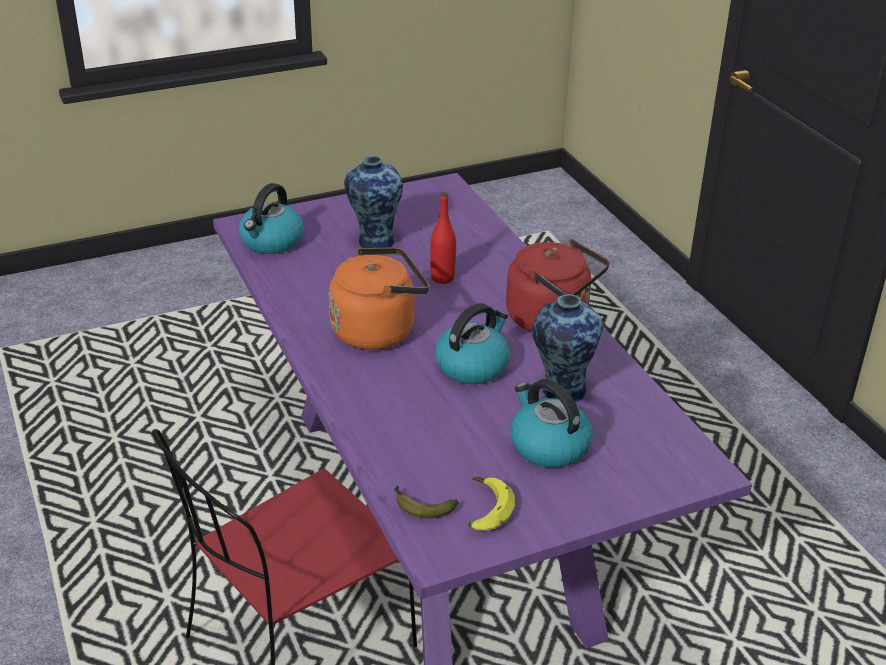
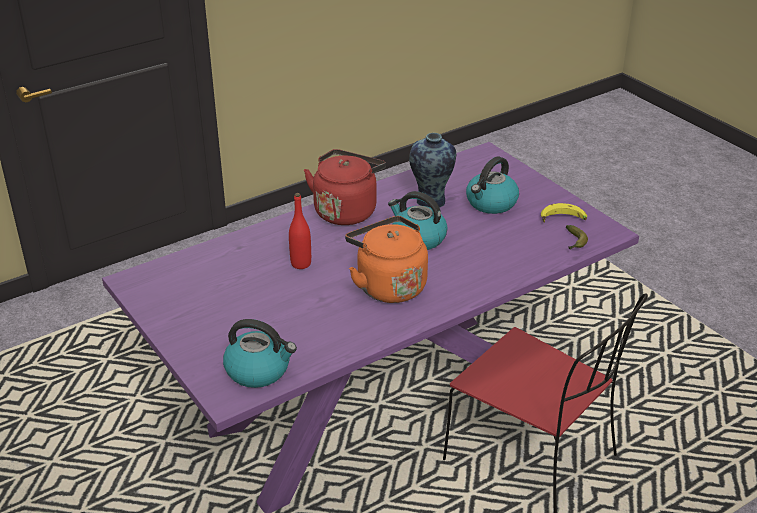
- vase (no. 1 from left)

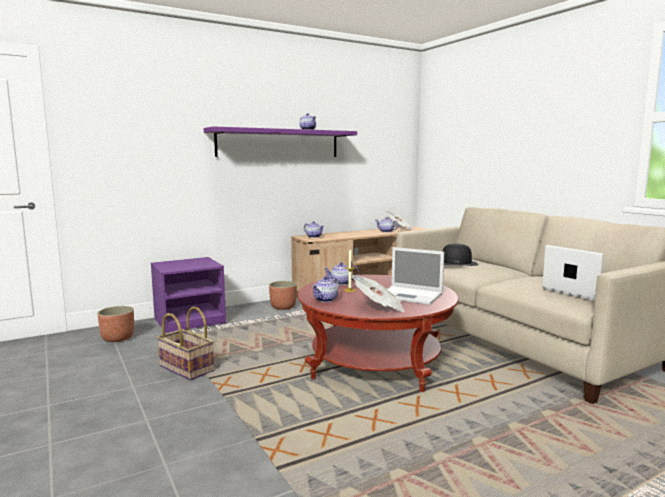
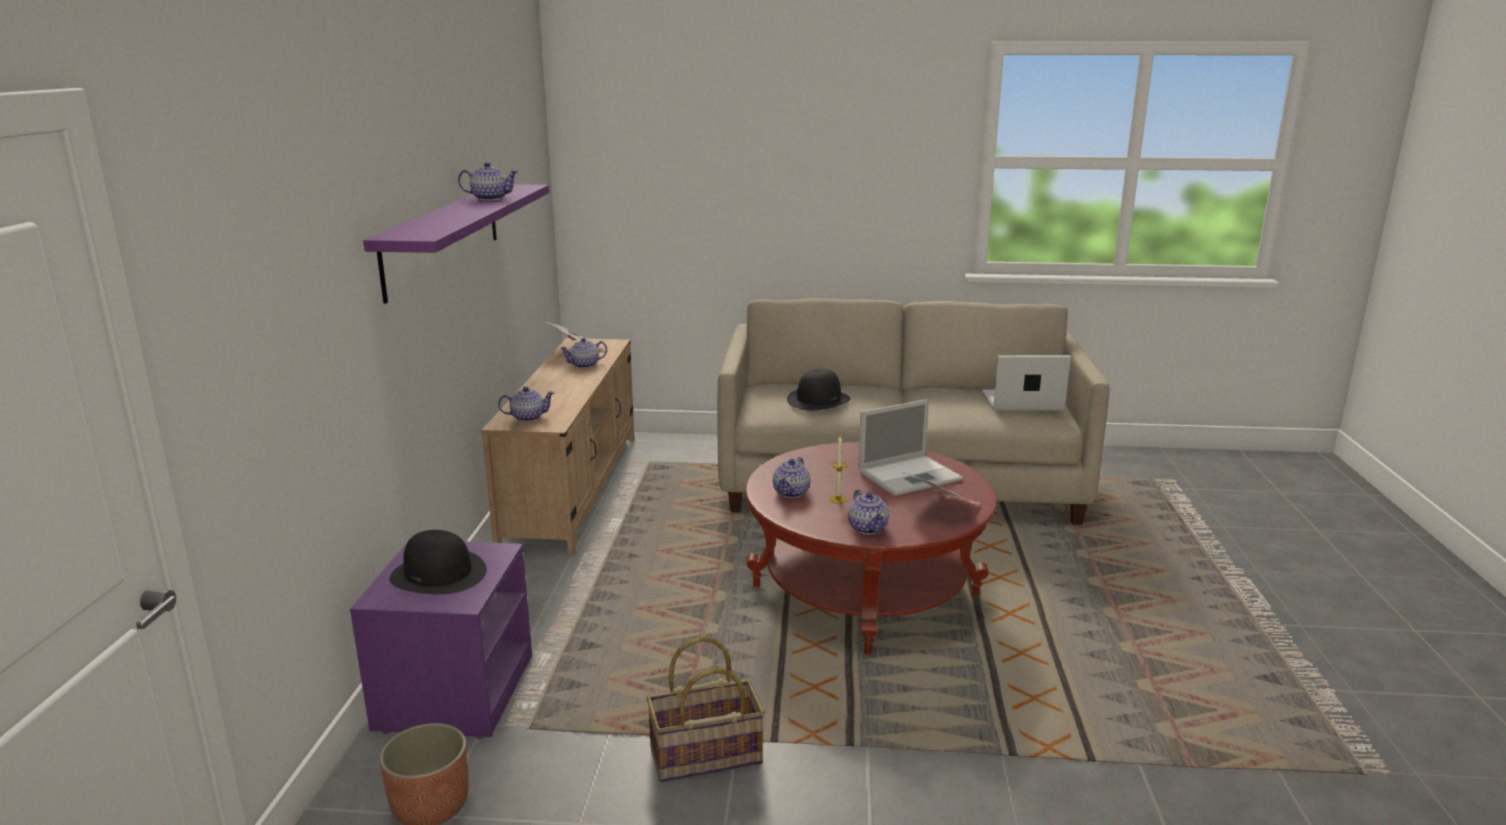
+ black hat (no. 1 from left)
- planter (no. 2 from left)

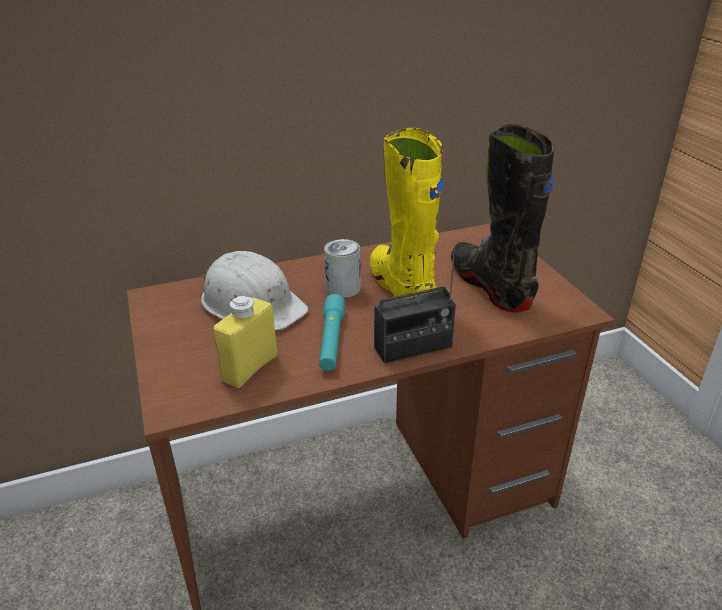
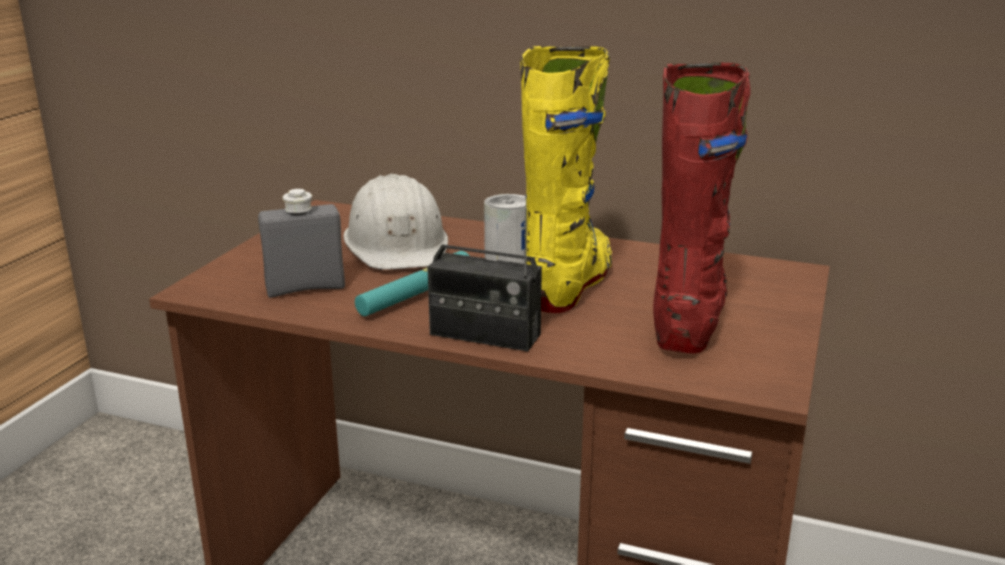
~ yellow bottle to grey bottle
~ black boot to red boot

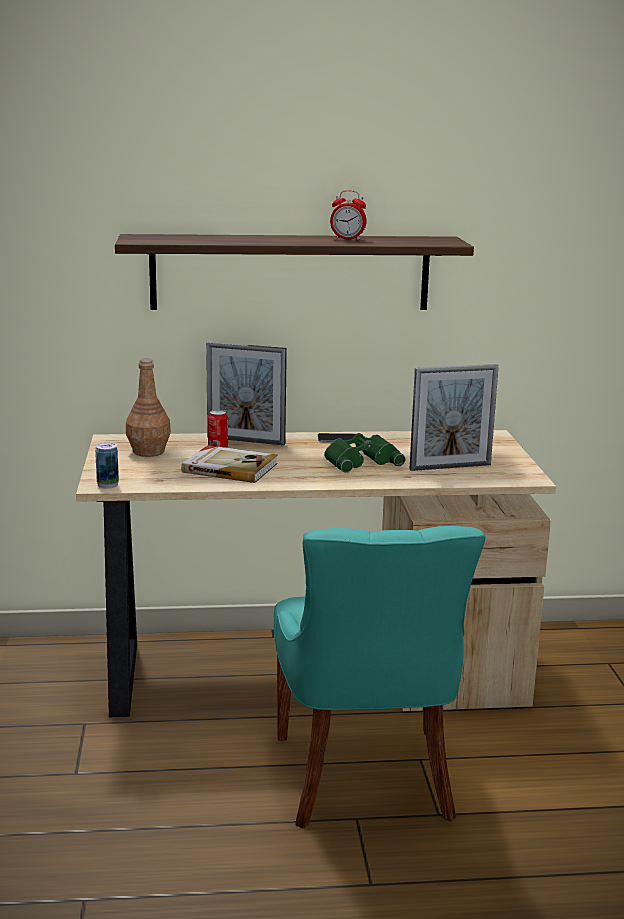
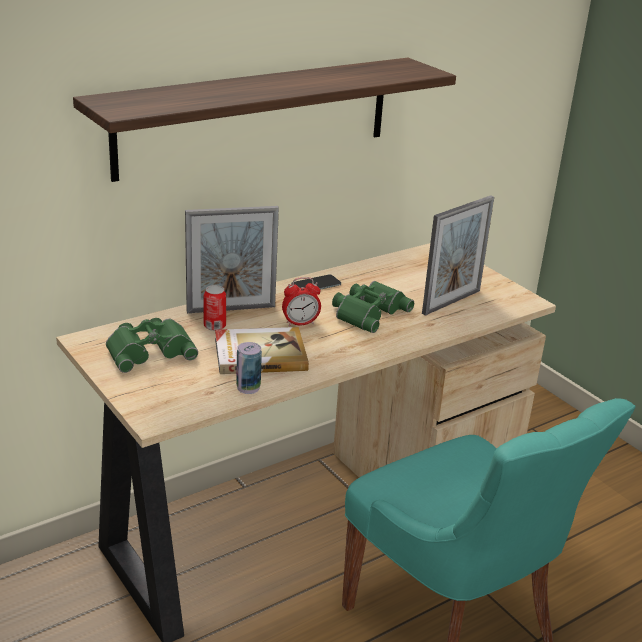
~ brown bottle to green binoculars (no. 1 from left)
~ can (no. 1 from left in the first image) to can (no. 2 from left)
~ alarm clock

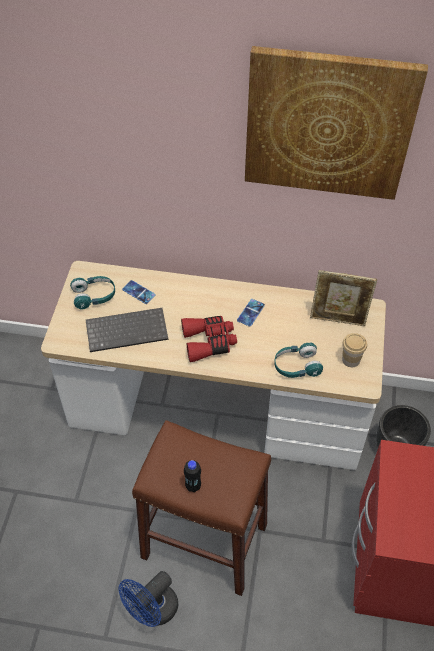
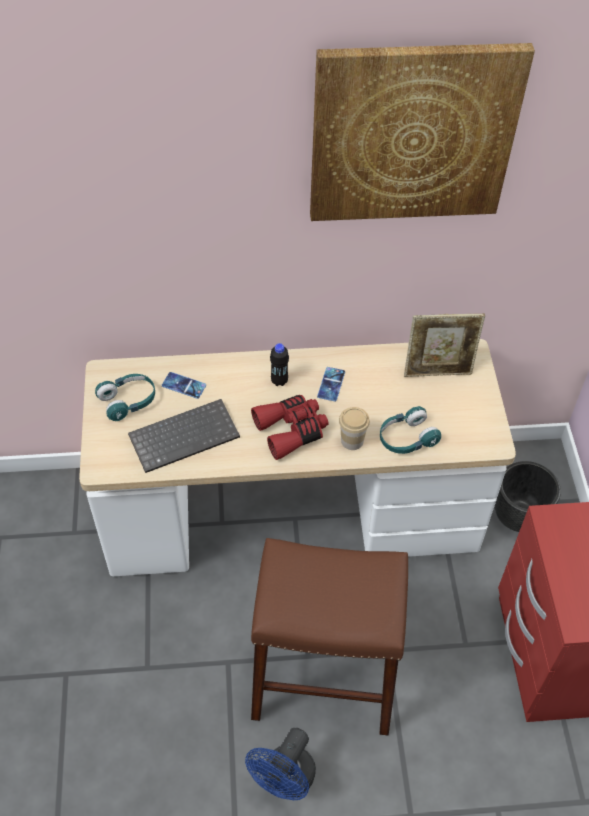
~ black bottle
~ cup

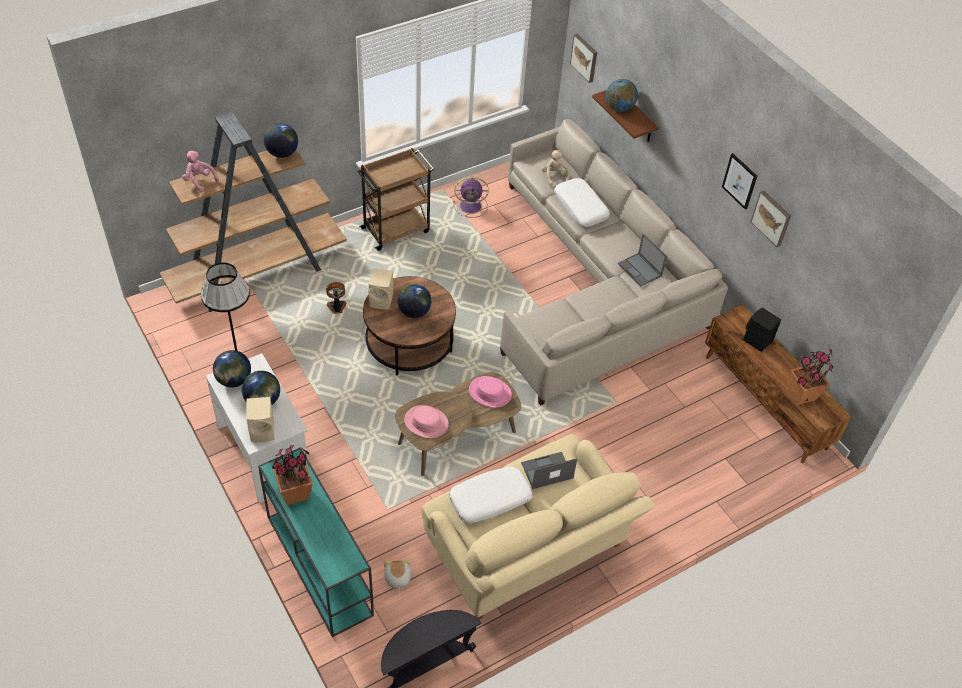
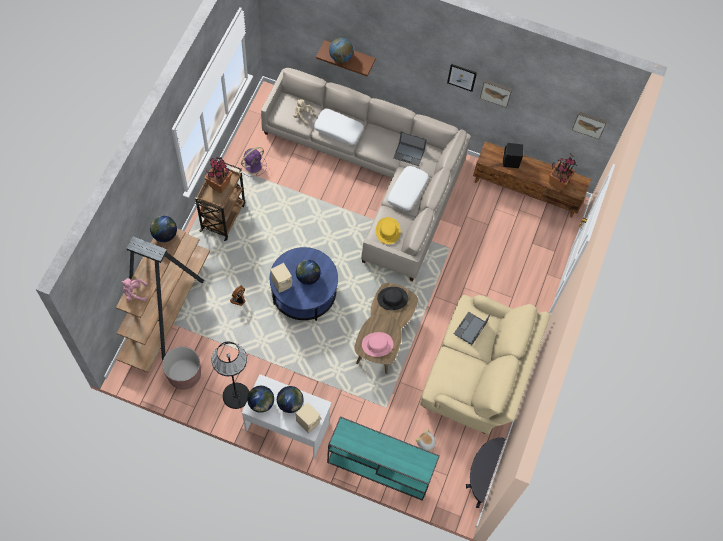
+ brown planter
~ potted plant (no. 1 from left)
~ brown coffee table (no. 1 from left) to blue coffee table
+ yellow hat
~ pink hat (no. 2 from left) to black hat
~ white pillow (no. 1 from left in the first image) to white pillow (no. 2 from left)
~ picture (no. 1 from left in the first image) to picture (no. 3 from left)

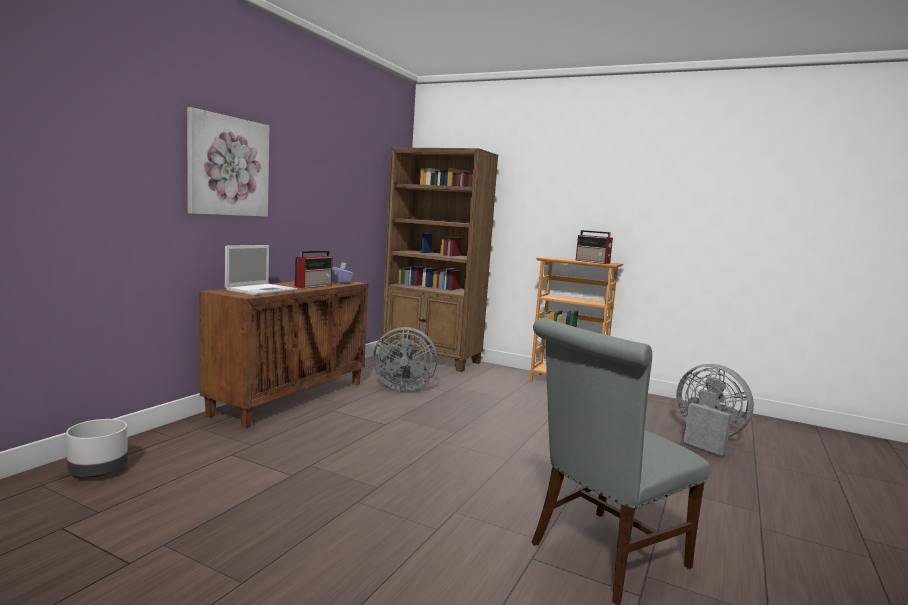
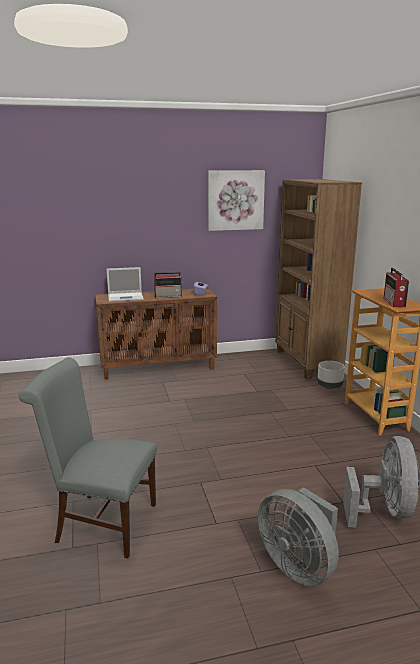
~ picture
~ grey fan (no. 1 from left)
~ grey planter

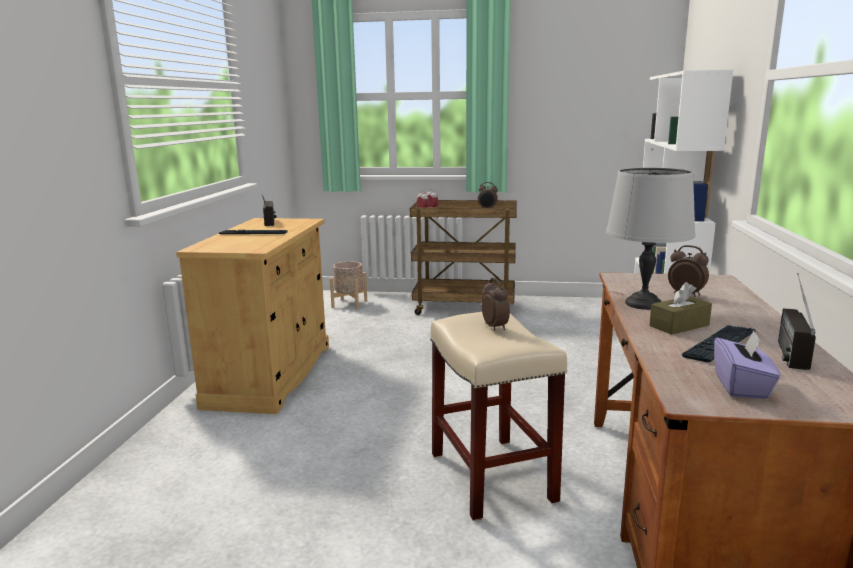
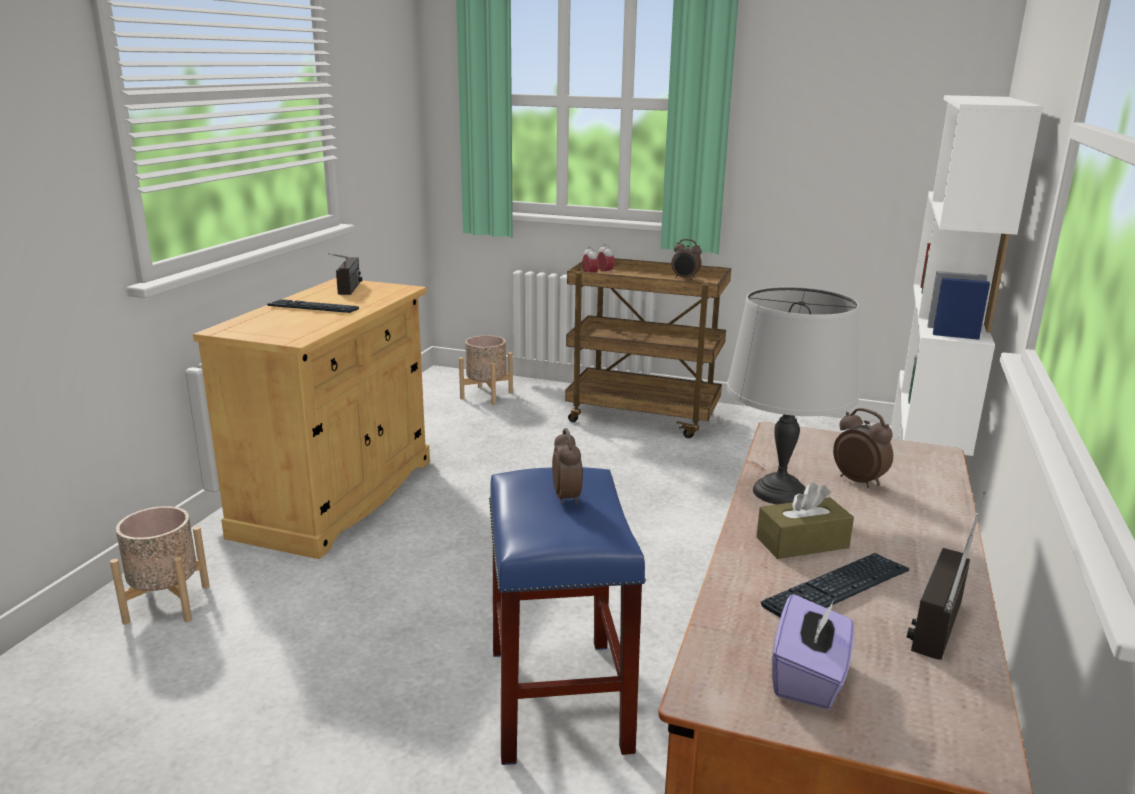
+ beige planter (no. 1 from left)
~ beige stool to blue stool

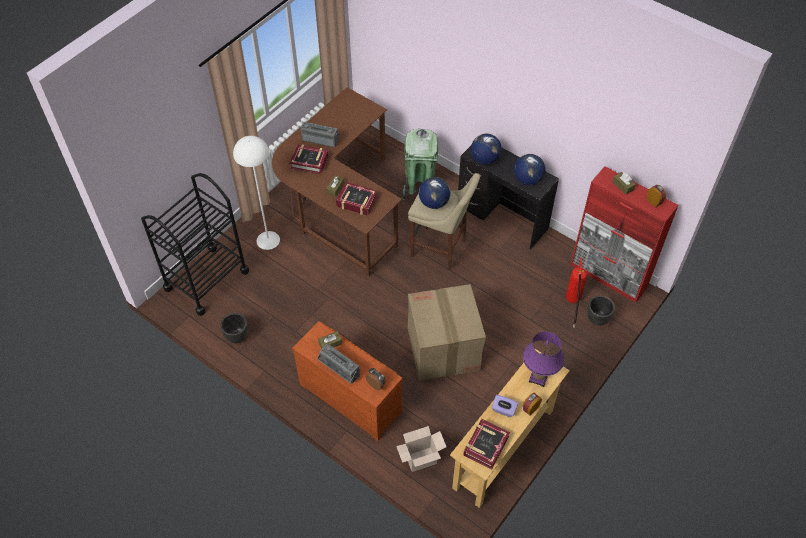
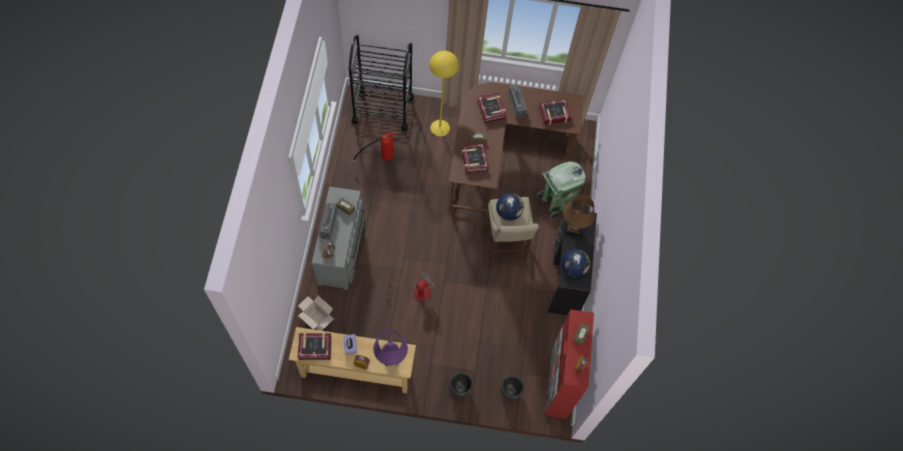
~ brown dresser to grey dresser
~ fire extinguisher
~ cardboard box (no. 2 from left) to fan
~ white floor lamp to yellow floor lamp
~ black planter (no. 1 from left)
+ book (no. 4 from left)
~ globe (no. 2 from left) to brown table lamp

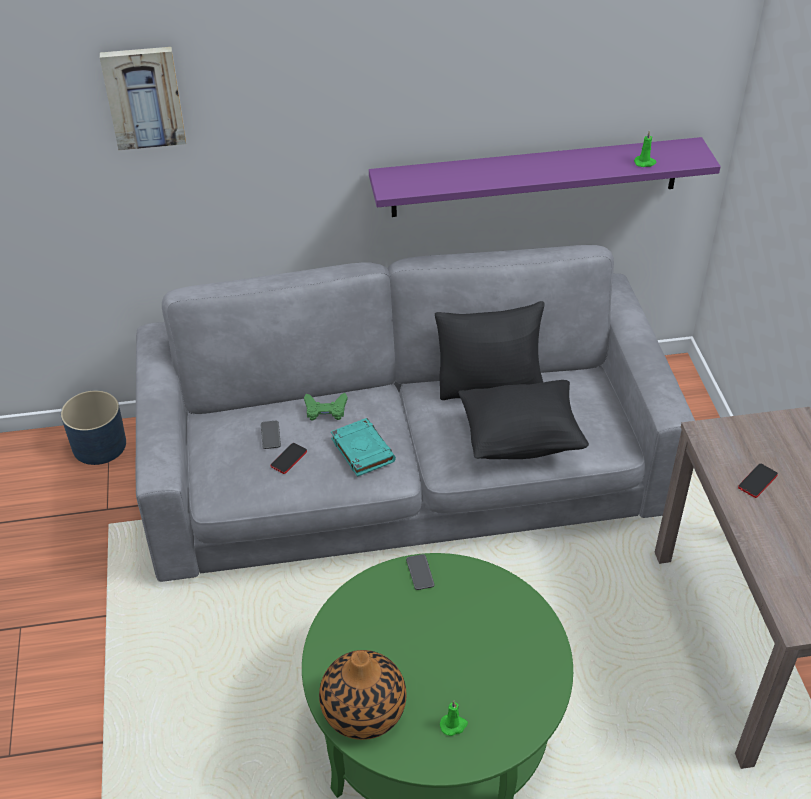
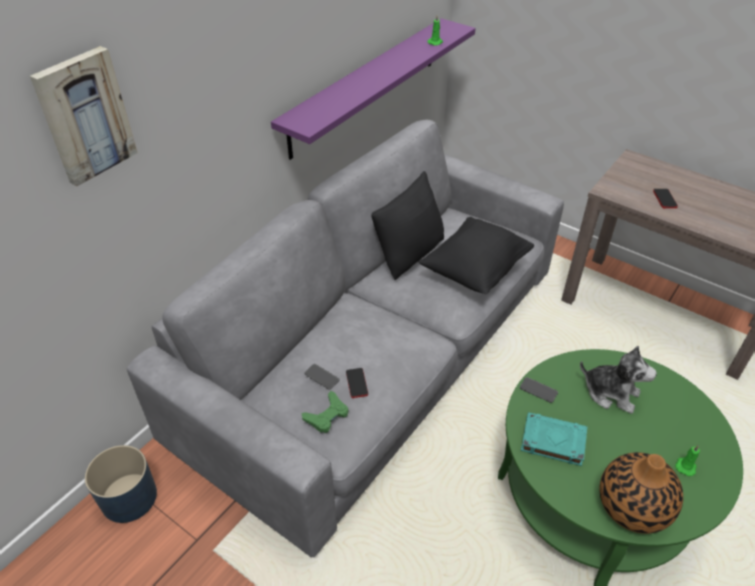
~ green game controller
~ turquoise book
+ plush toy

